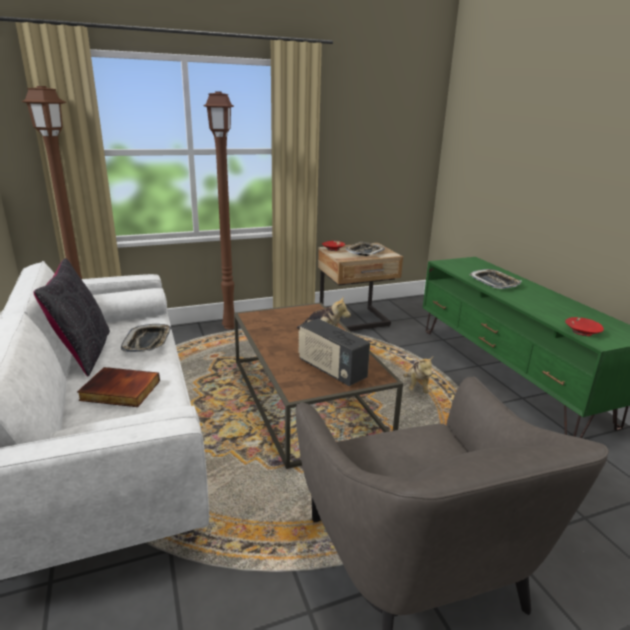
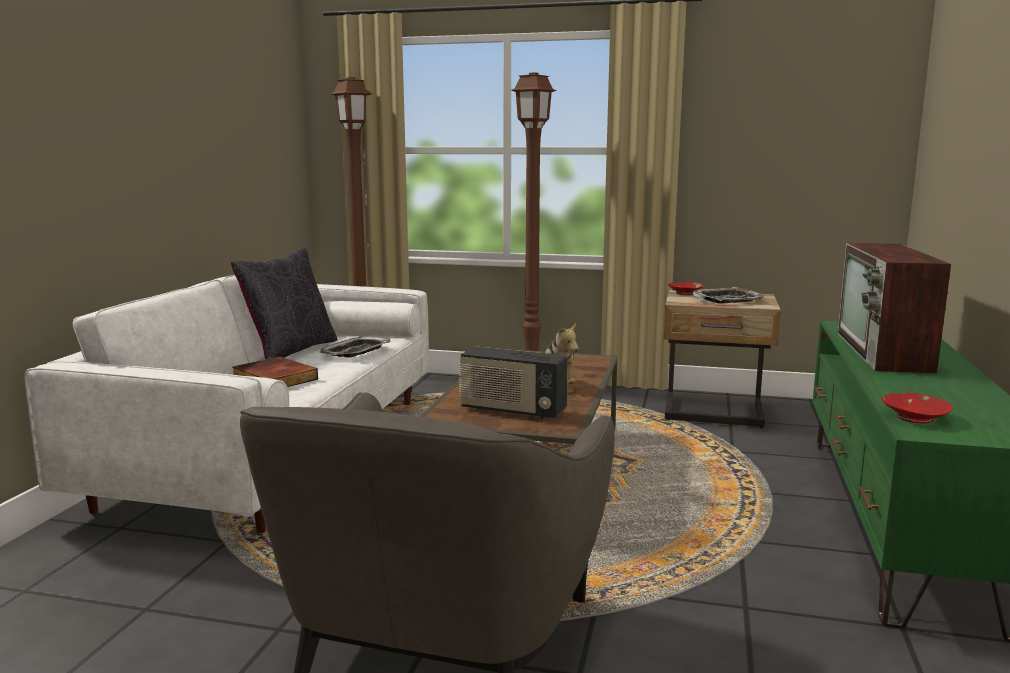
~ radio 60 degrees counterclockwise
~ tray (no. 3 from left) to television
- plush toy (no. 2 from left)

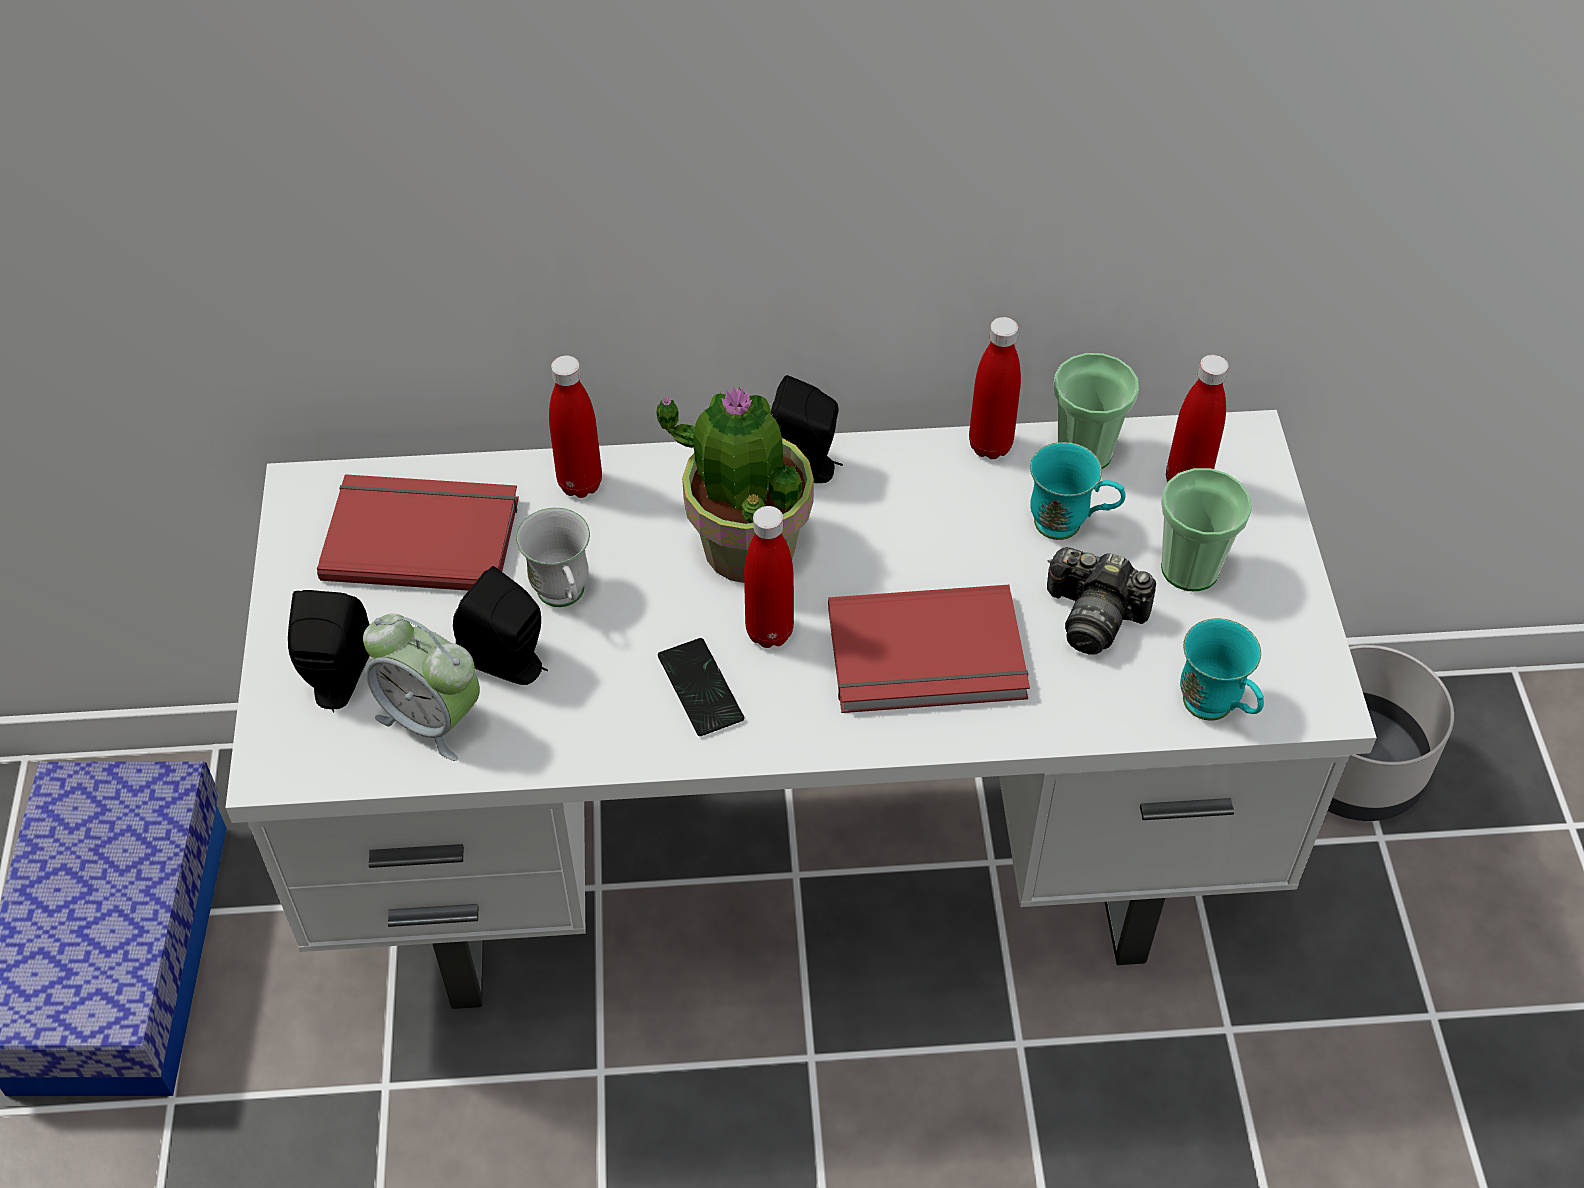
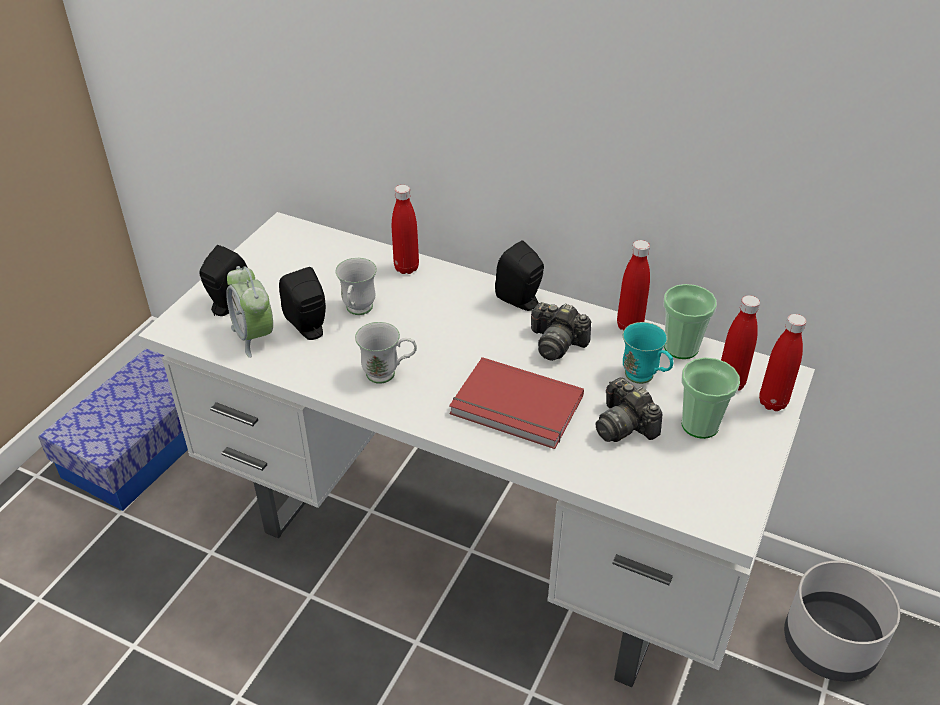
~ phone to white mug (no. 2 from left)
+ photo camera (no. 1 from left)
~ red bottle (no. 2 from left in the first image) to red bottle (no. 4 from left)
- red book (no. 1 from left)
- potted plant
- turquoise mug (no. 2 from left)

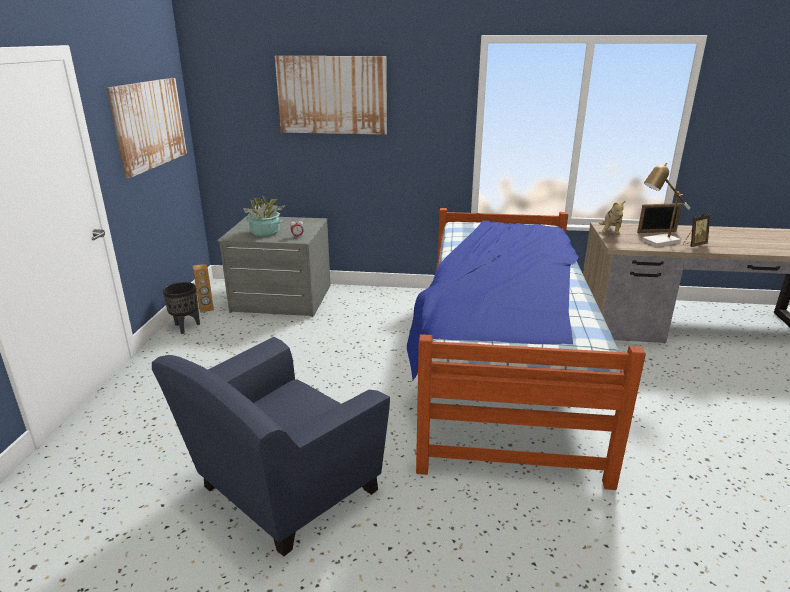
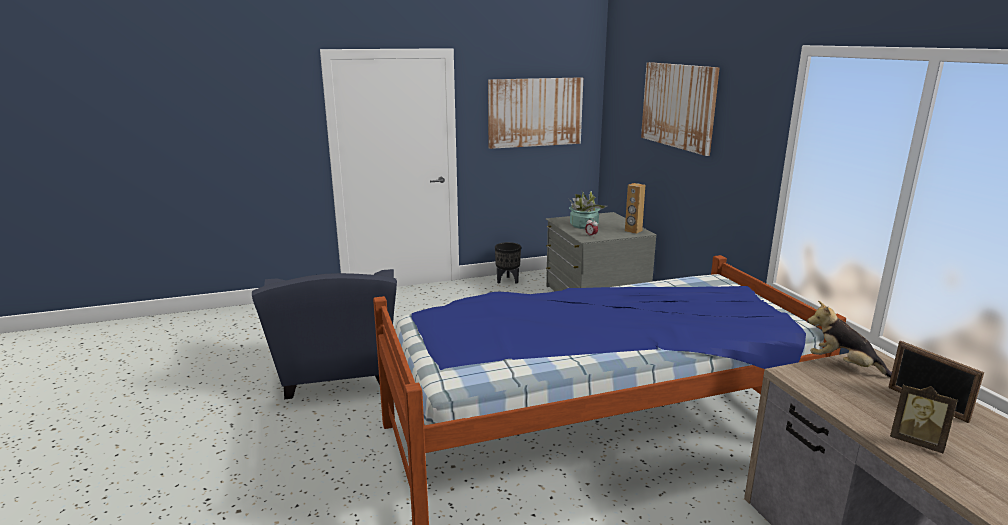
~ blue armchair 120 degrees counterclockwise
~ brown speaker
~ plush toy 45 degrees clockwise
- table lamp

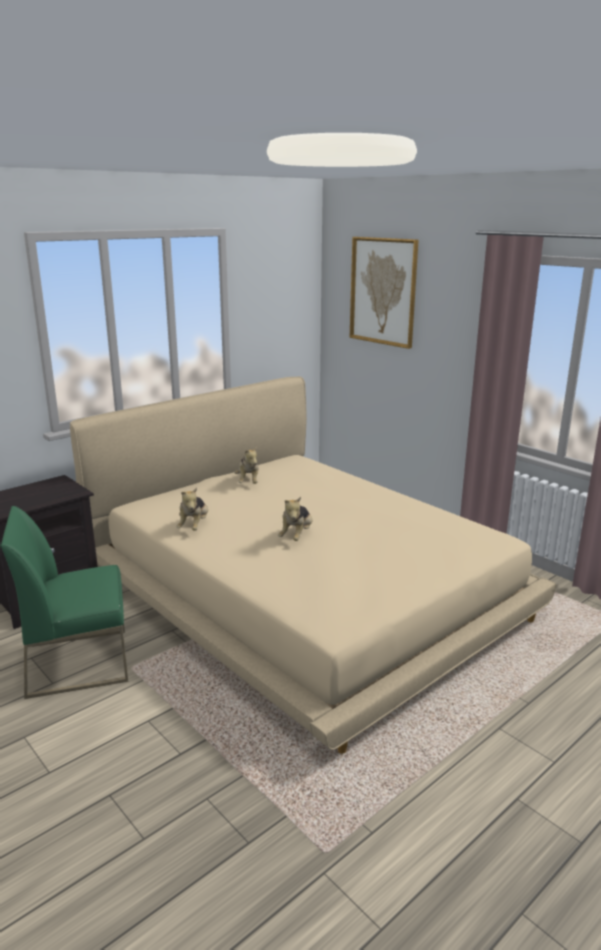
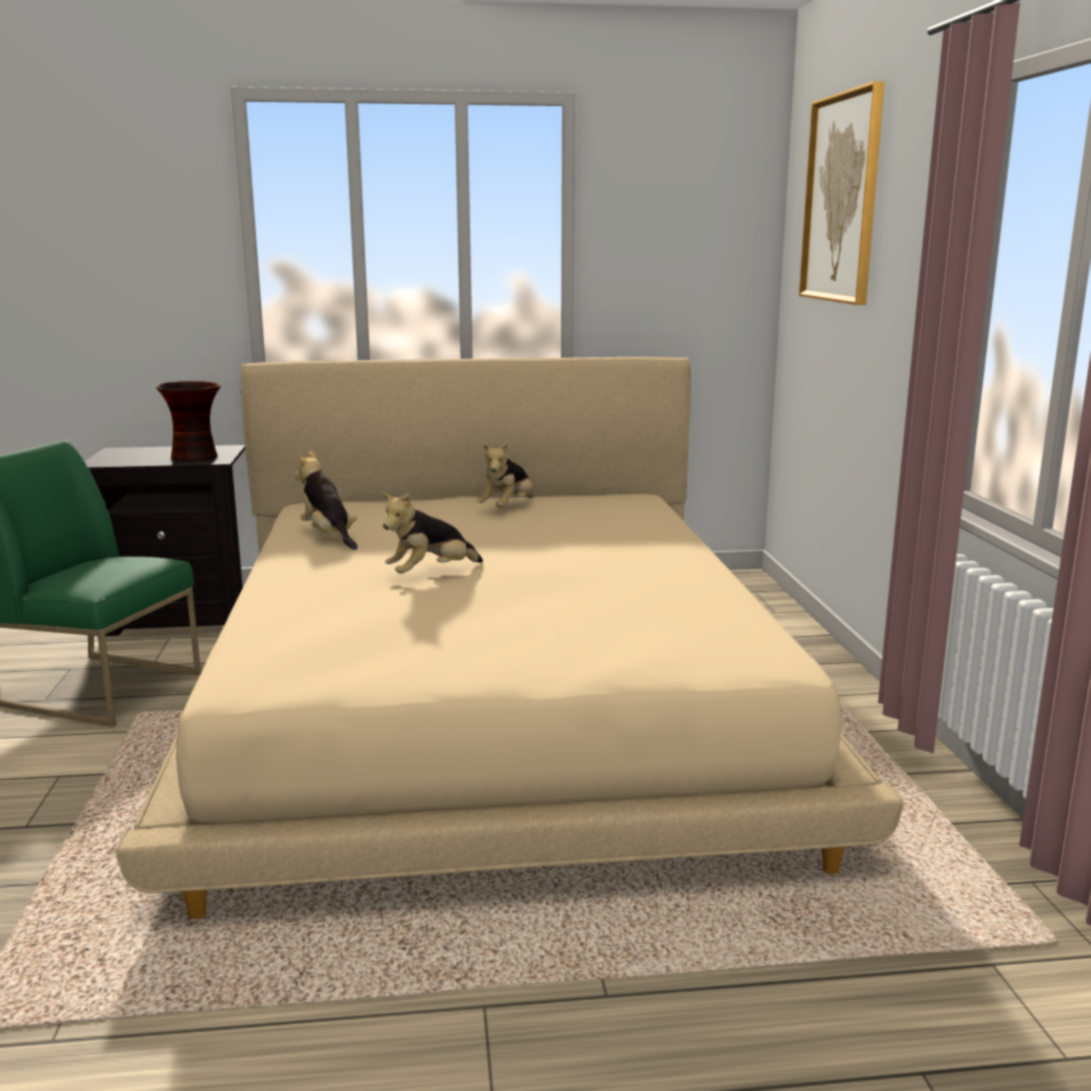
+ vase
~ plush toy (no. 1 from left) 105 degrees clockwise

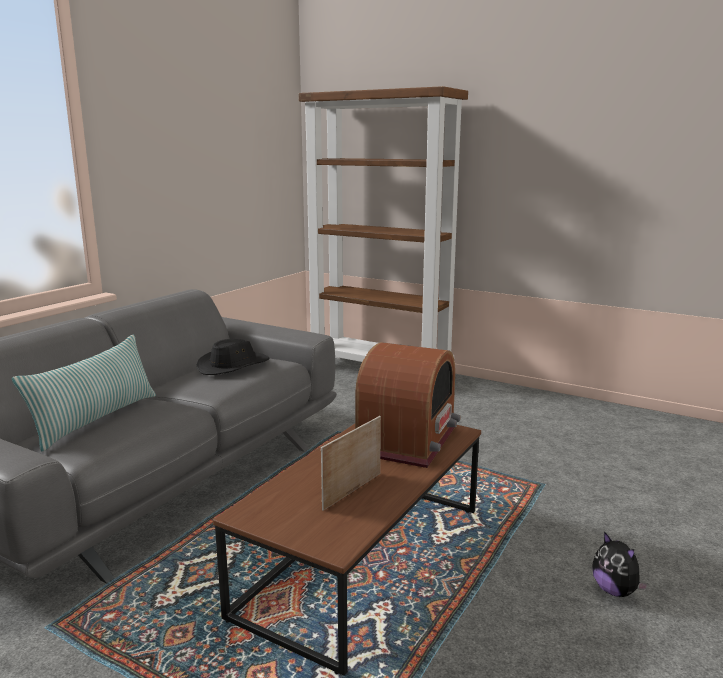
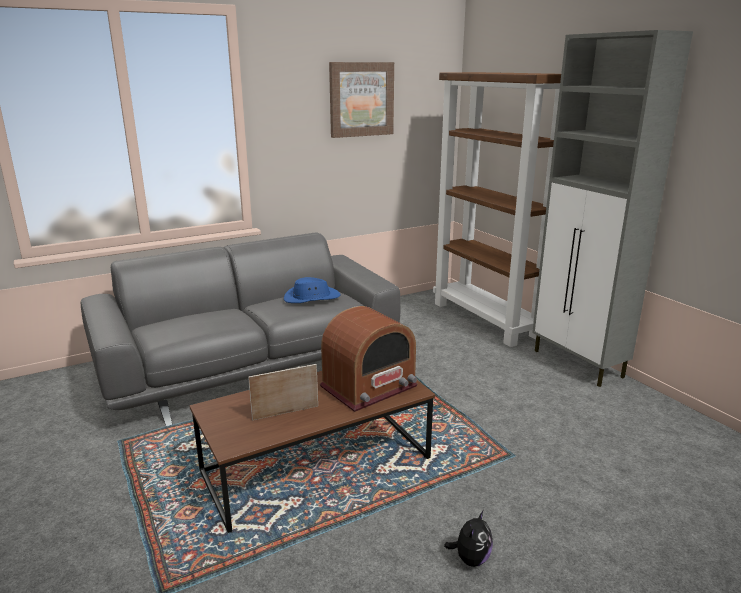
~ black hat to blue hat
+ picture
~ plush toy 150 degrees counterclockwise
+ grey cabinet
- pillow

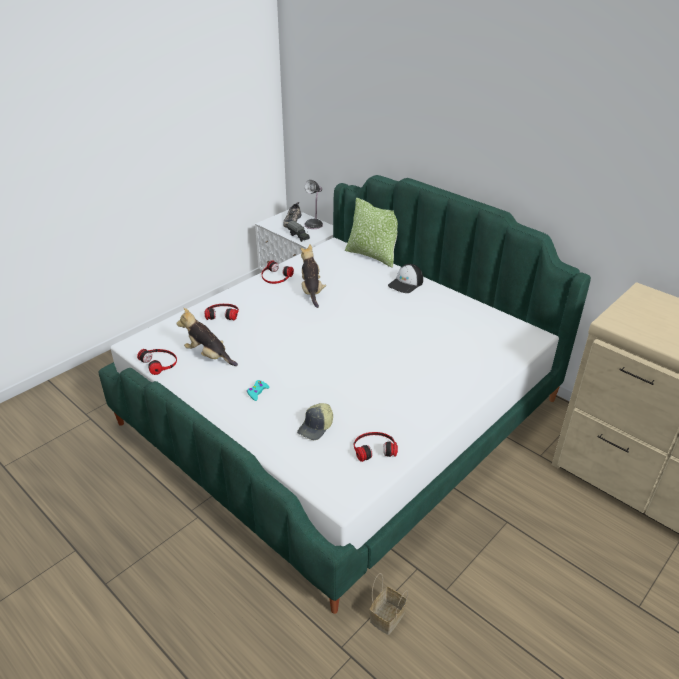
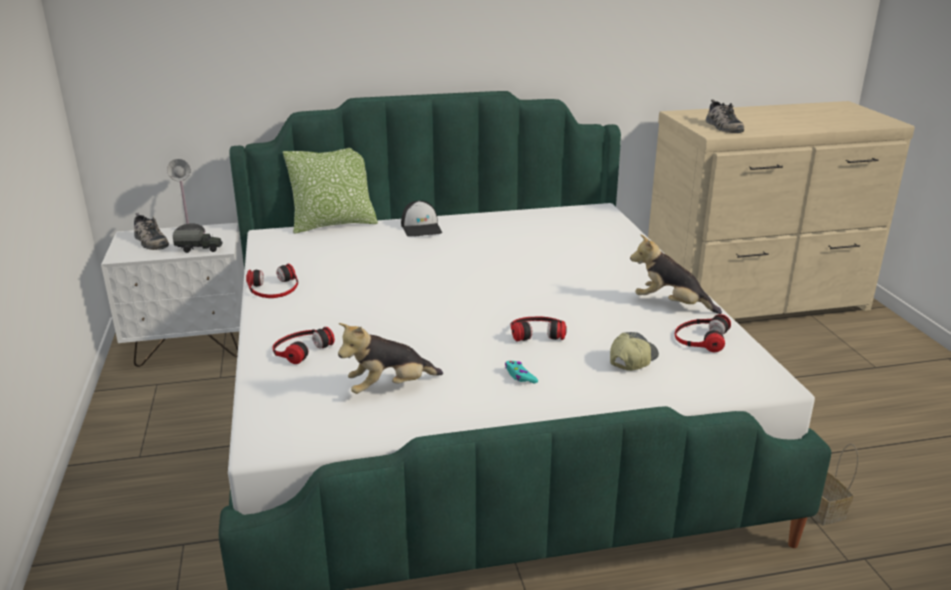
~ headphones (no. 1 from left in the first image) to headphones (no. 3 from left)
~ cap (no. 1 from left in the first image) 120 degrees counterclockwise
~ plush toy (no. 2 from left)
+ shoe (no. 2 from left)

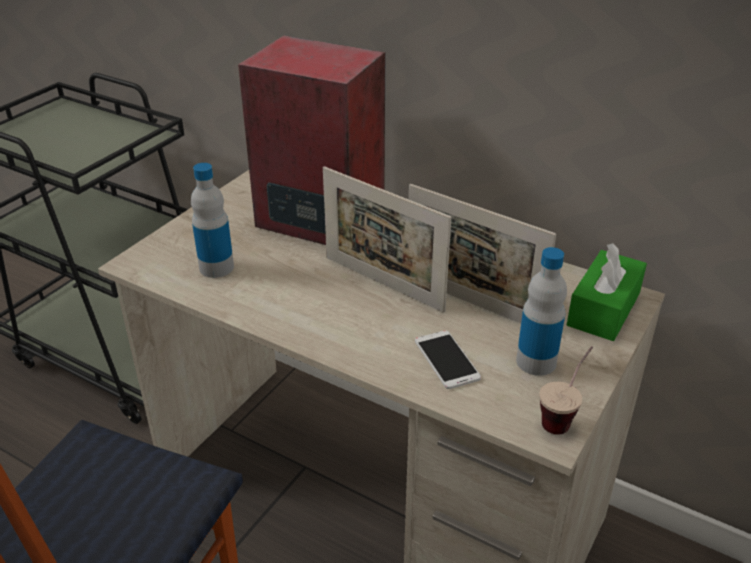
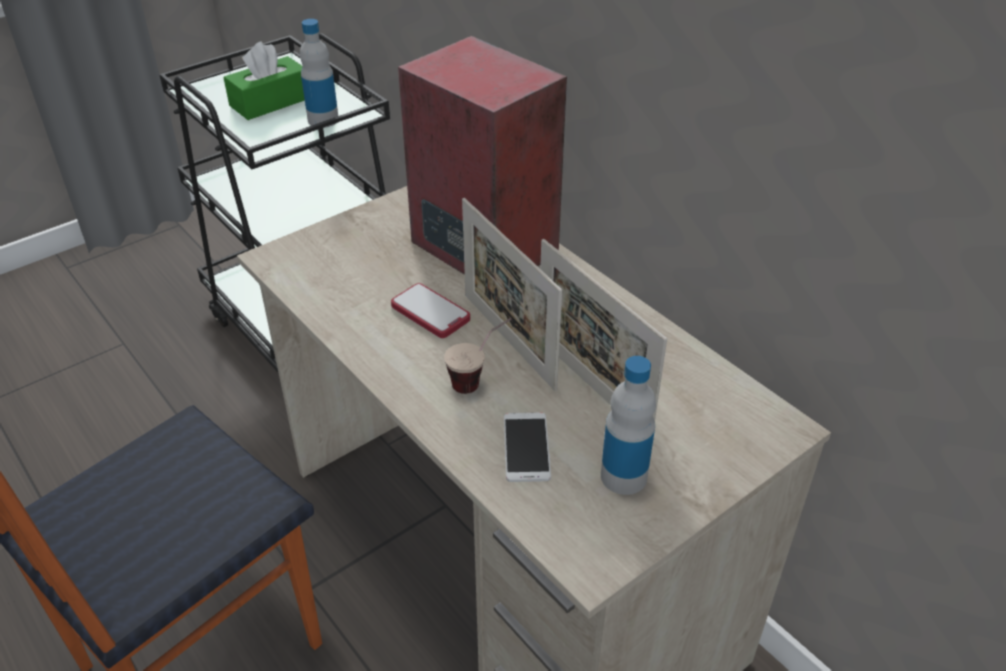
~ green tissue box
~ bottle (no. 1 from left)
+ phone (no. 1 from left)
~ cup

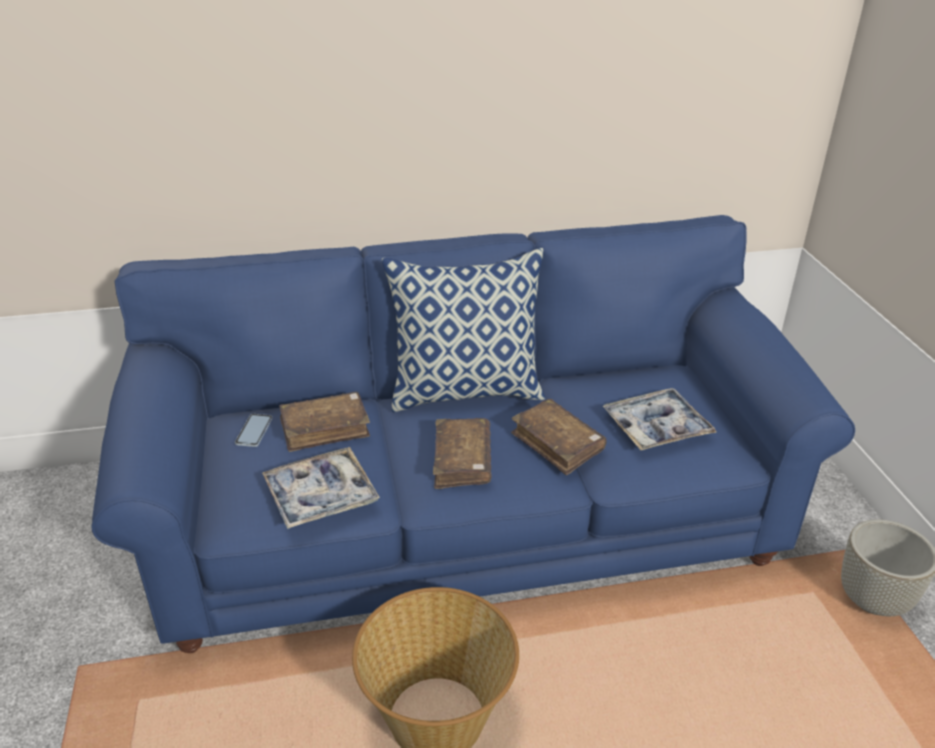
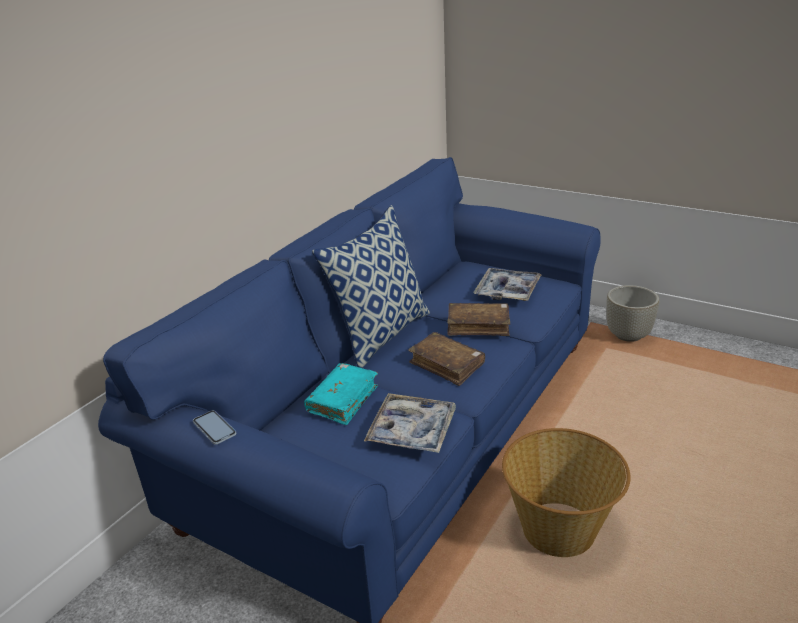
~ phone
~ brown book (no. 1 from left) to turquoise book

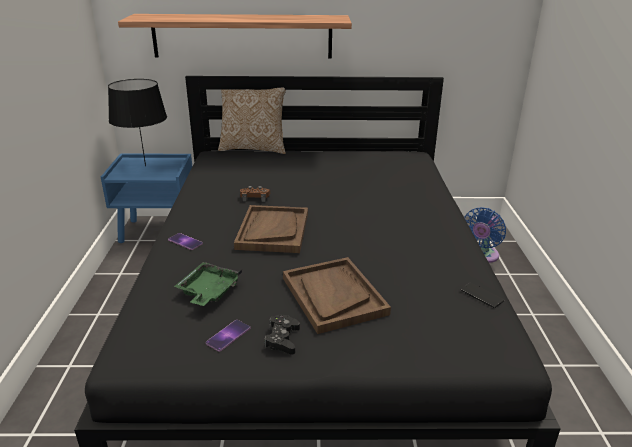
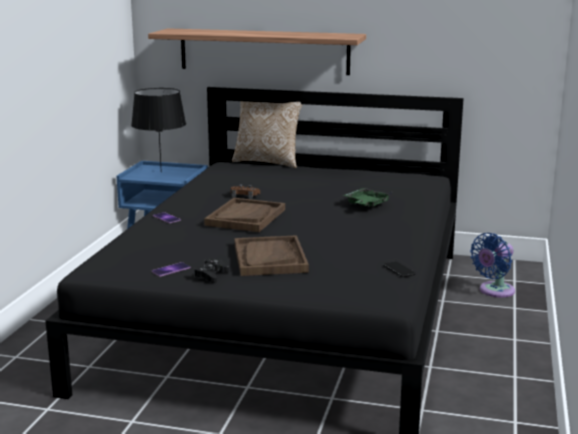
~ green tray

